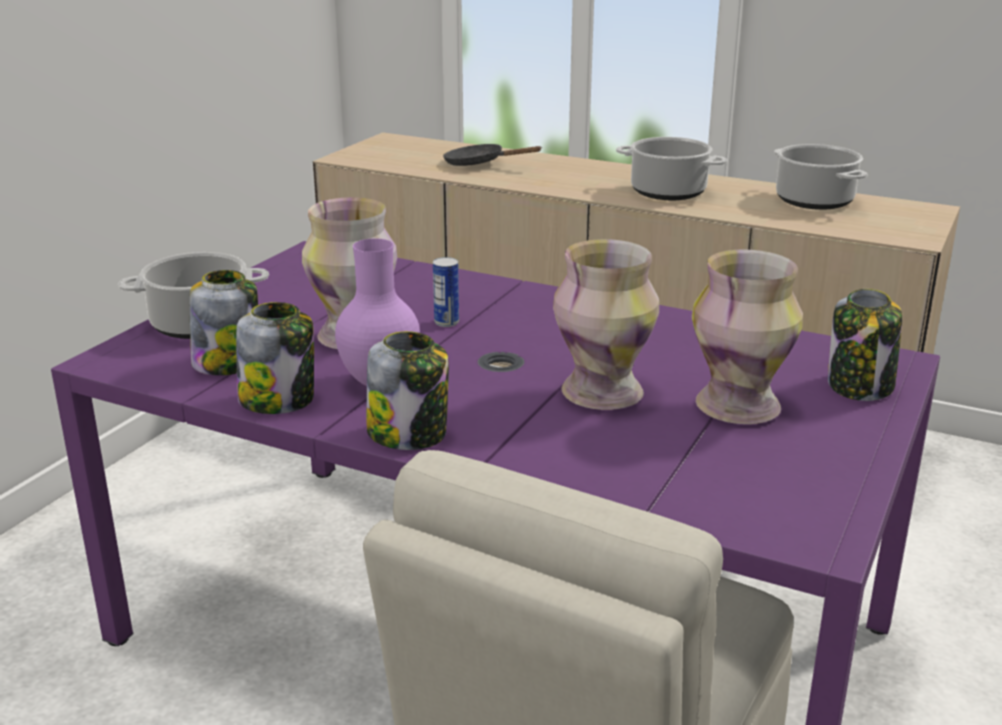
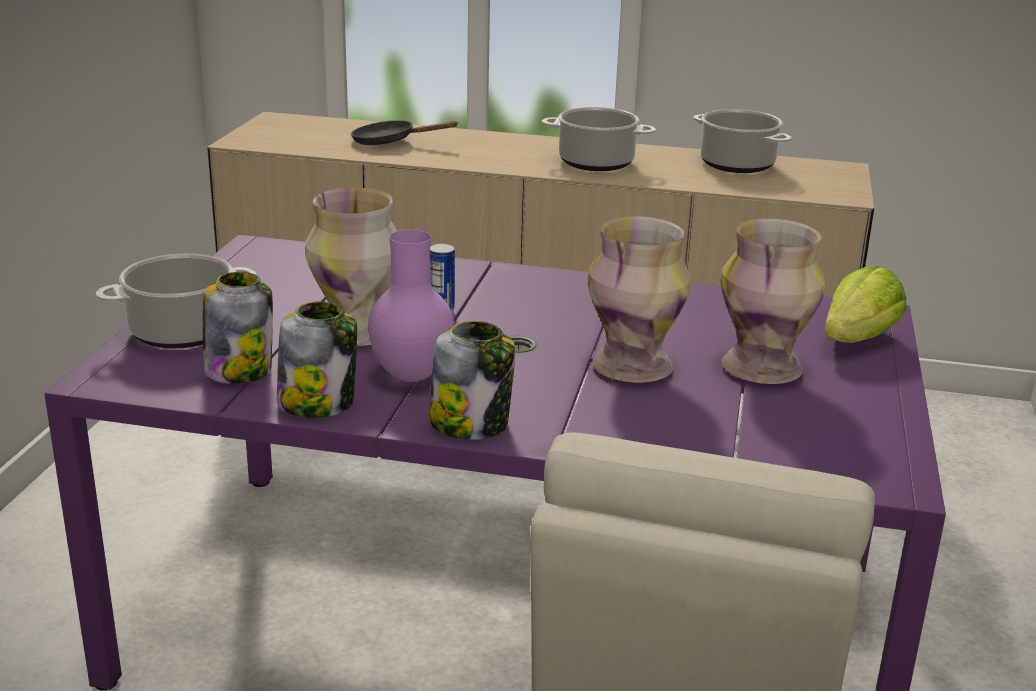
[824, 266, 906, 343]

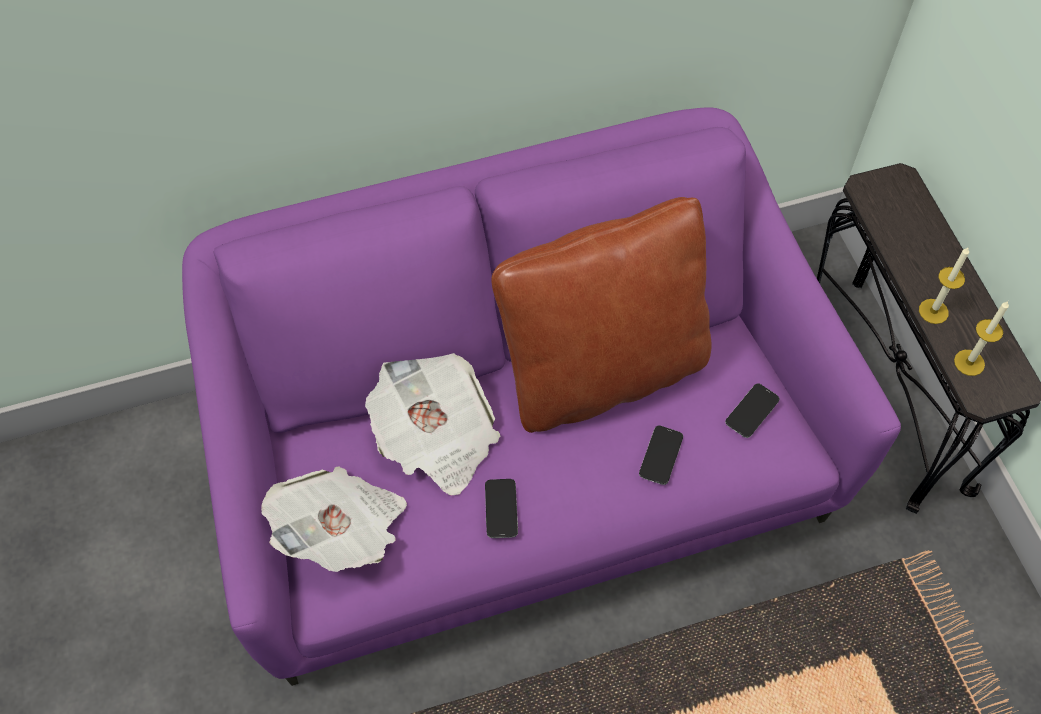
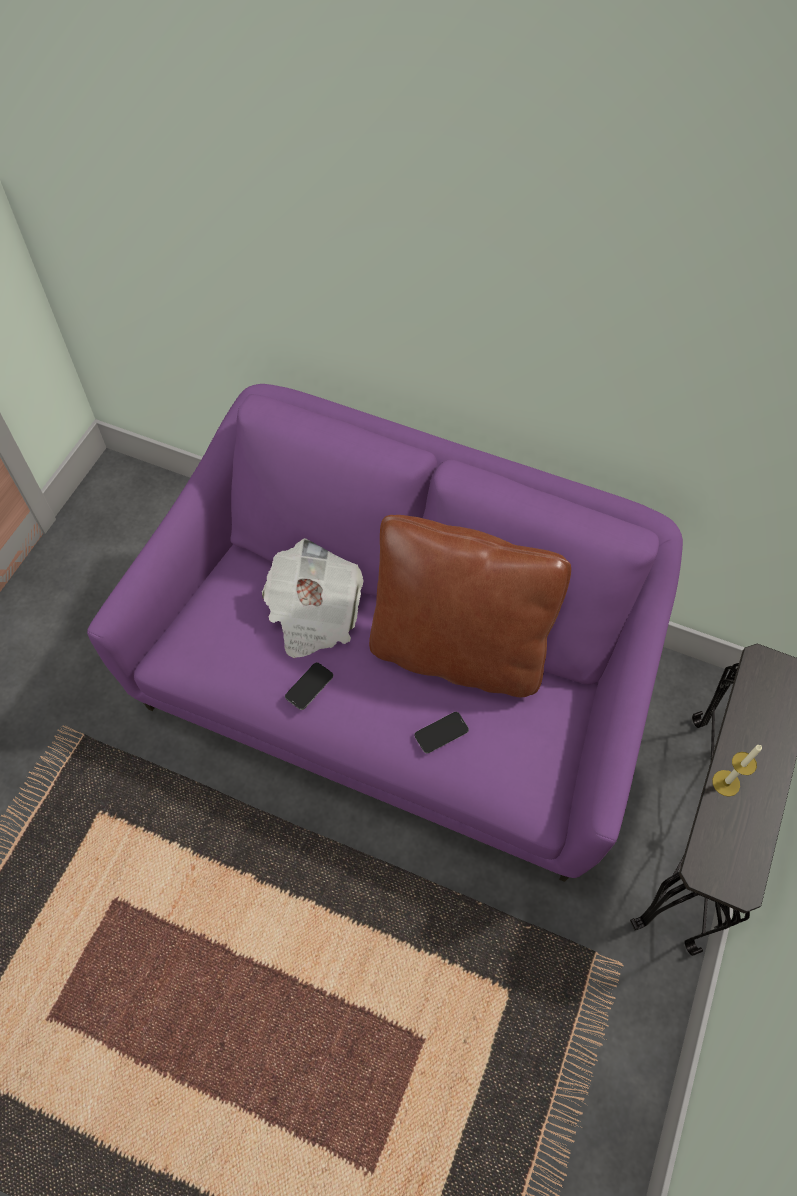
[261, 466, 407, 572] (first image)
[725, 383, 780, 438] (first image)
[954, 301, 1009, 376] (first image)

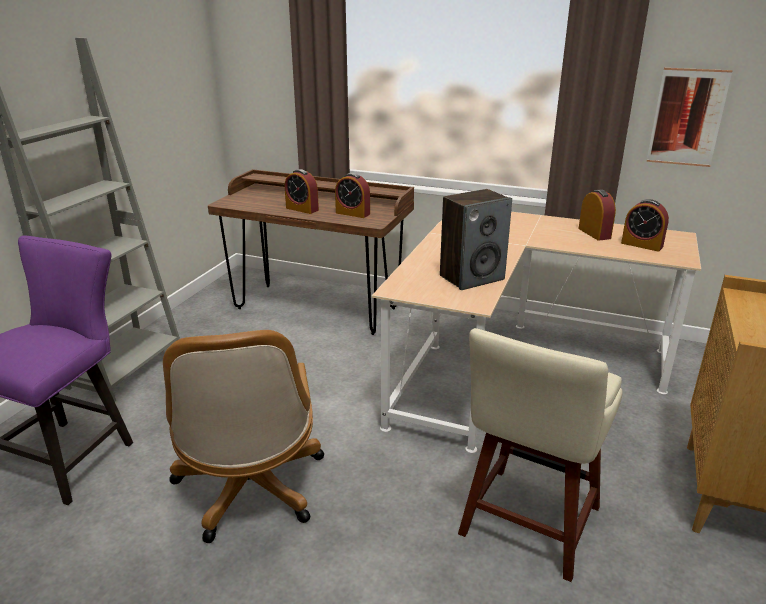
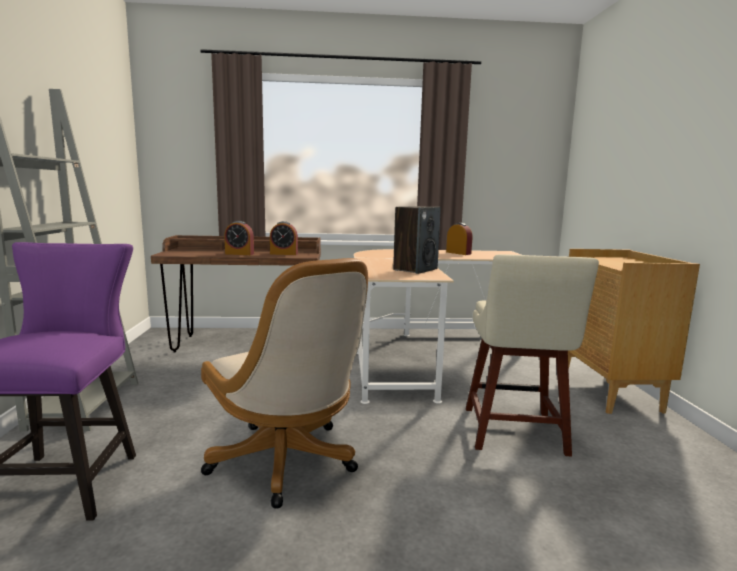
[621, 199, 669, 252] (first image)
[647, 68, 733, 167] (first image)

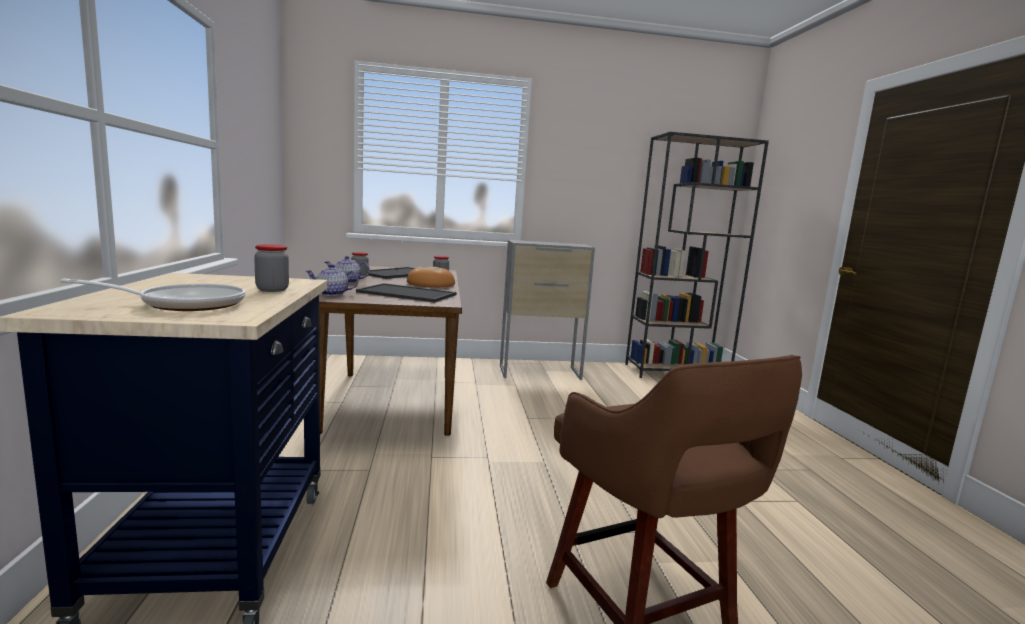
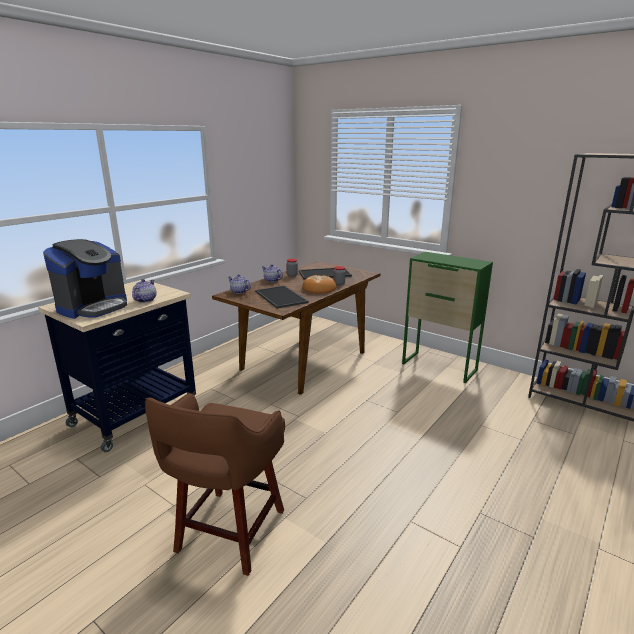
[43, 239, 127, 319]
[132, 279, 156, 303]
[402, 252, 493, 383]

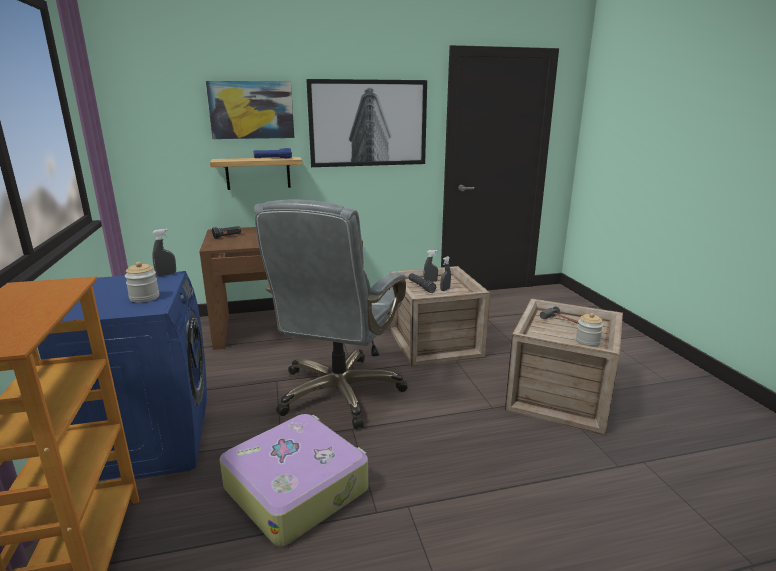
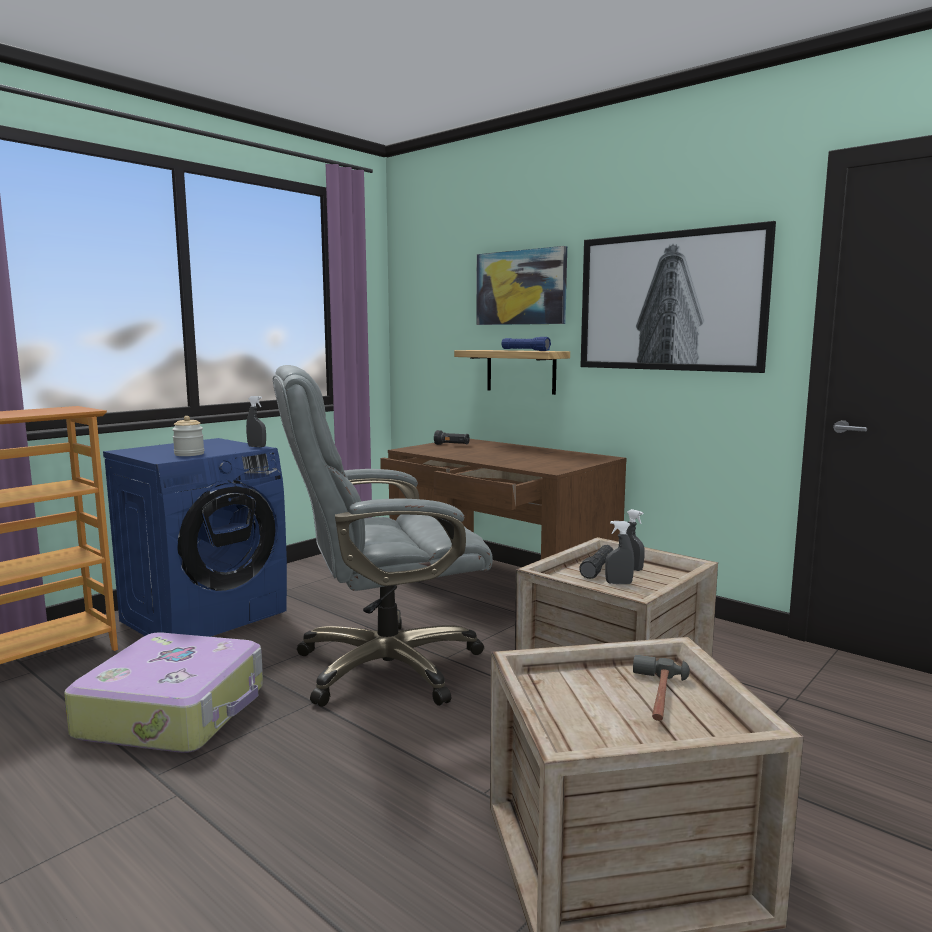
[576, 313, 603, 347] (first image)

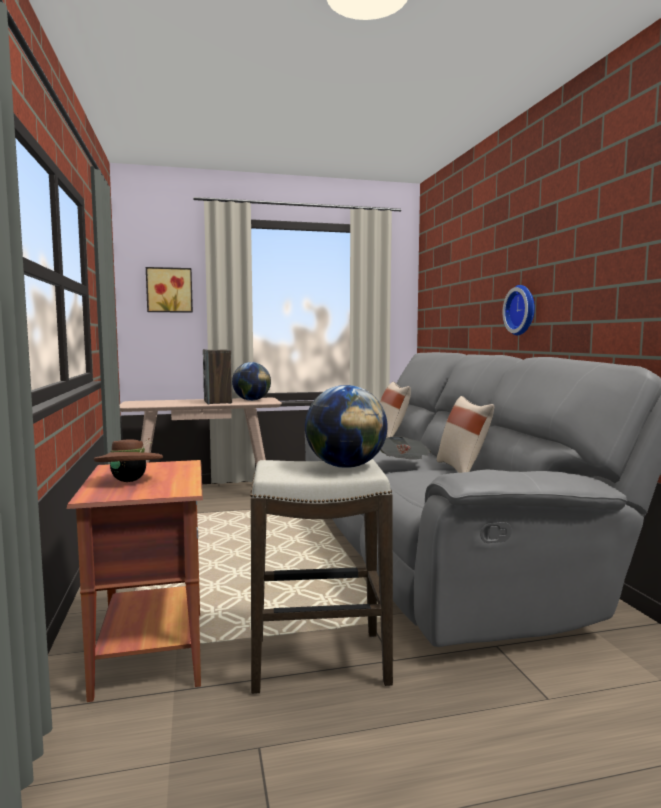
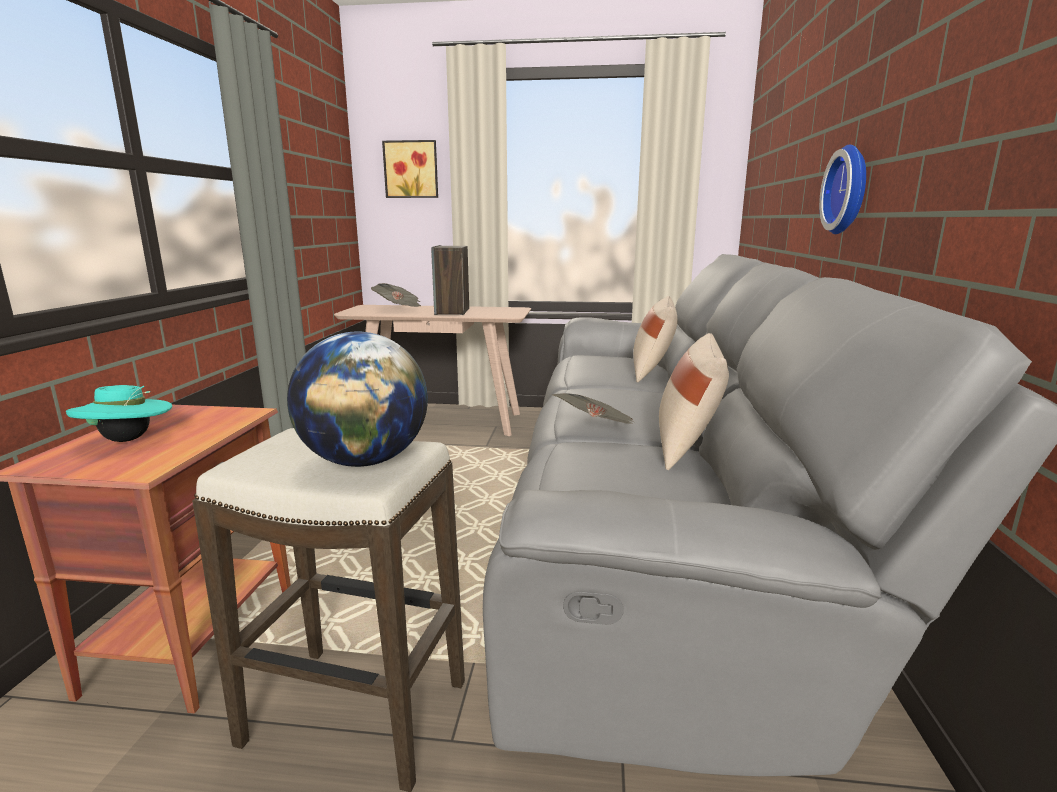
[66, 385, 172, 442]
[371, 283, 421, 307]
[232, 362, 271, 401] (first image)

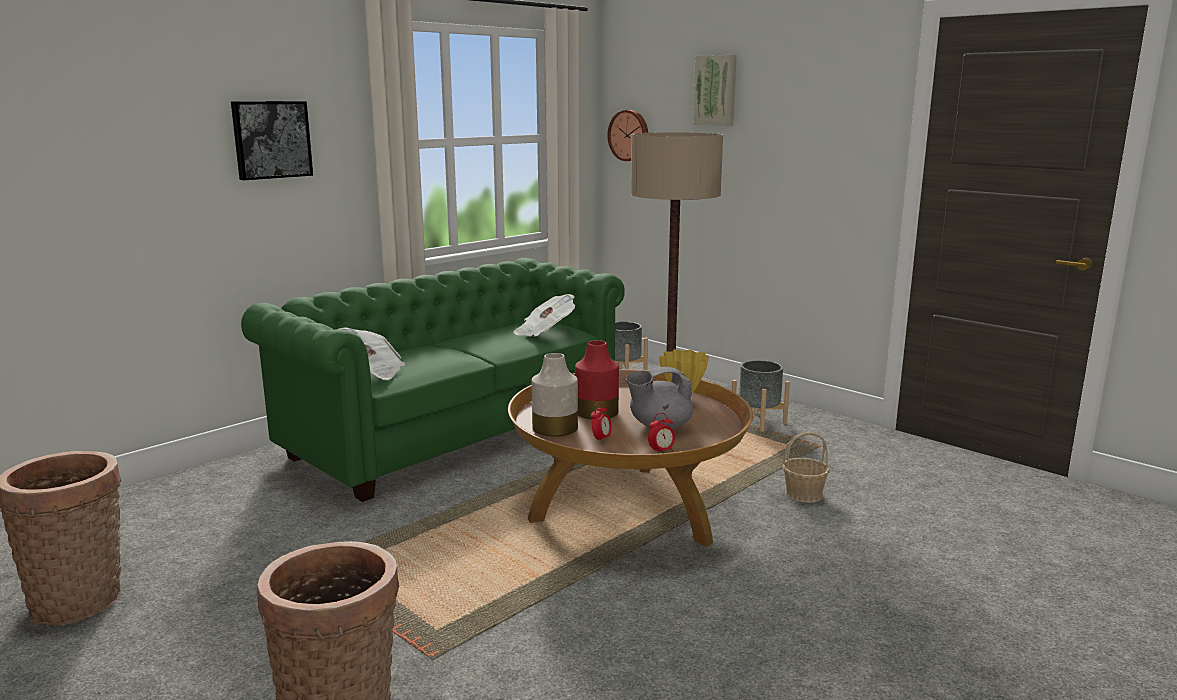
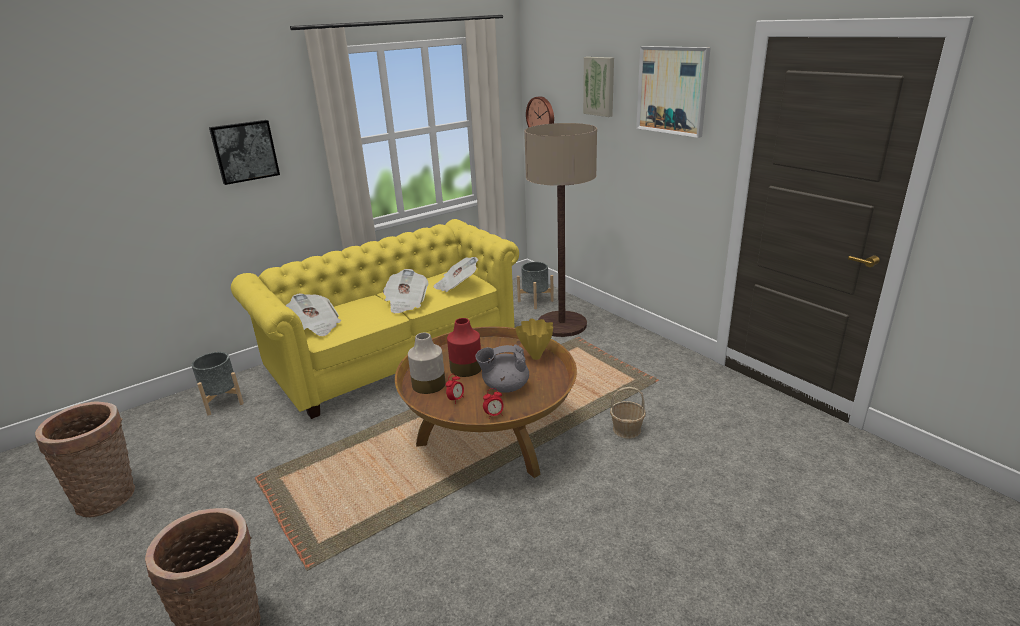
[191, 352, 244, 416]
[231, 219, 519, 419]
[383, 269, 429, 313]
[636, 46, 711, 138]

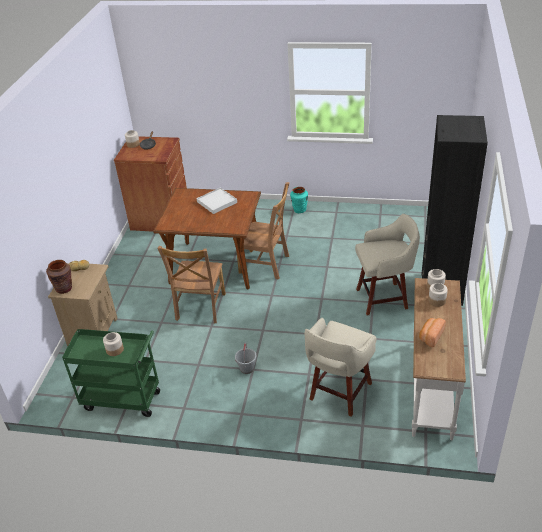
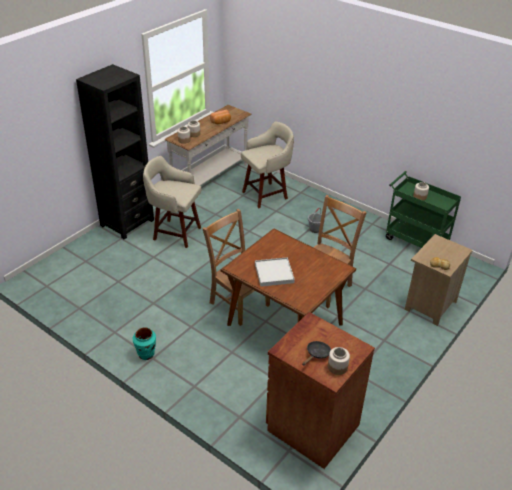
[46, 260, 72, 294] (first image)

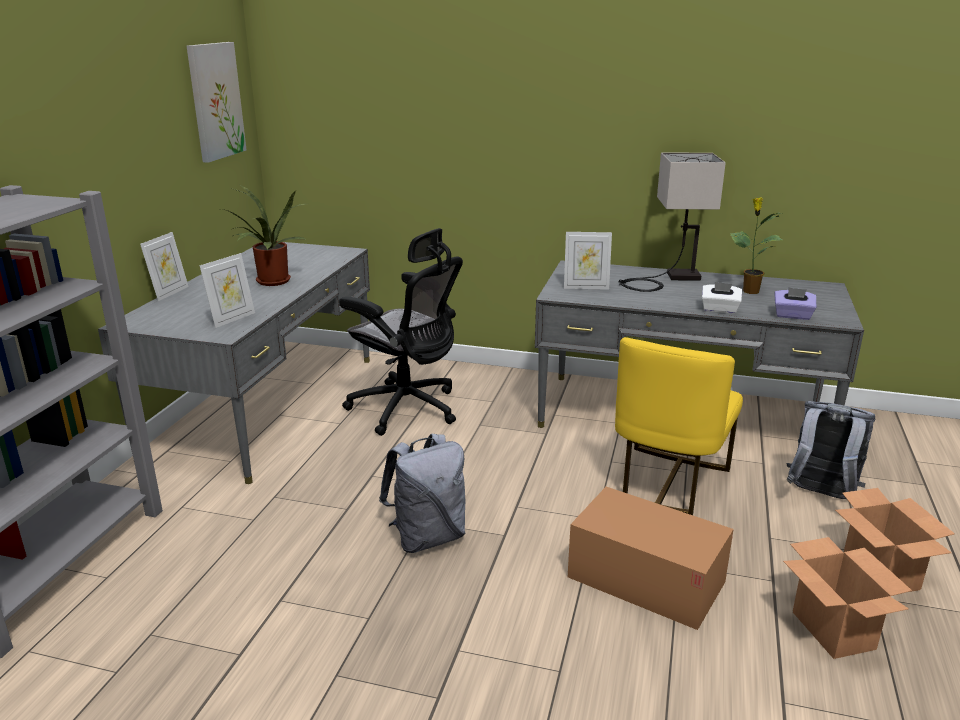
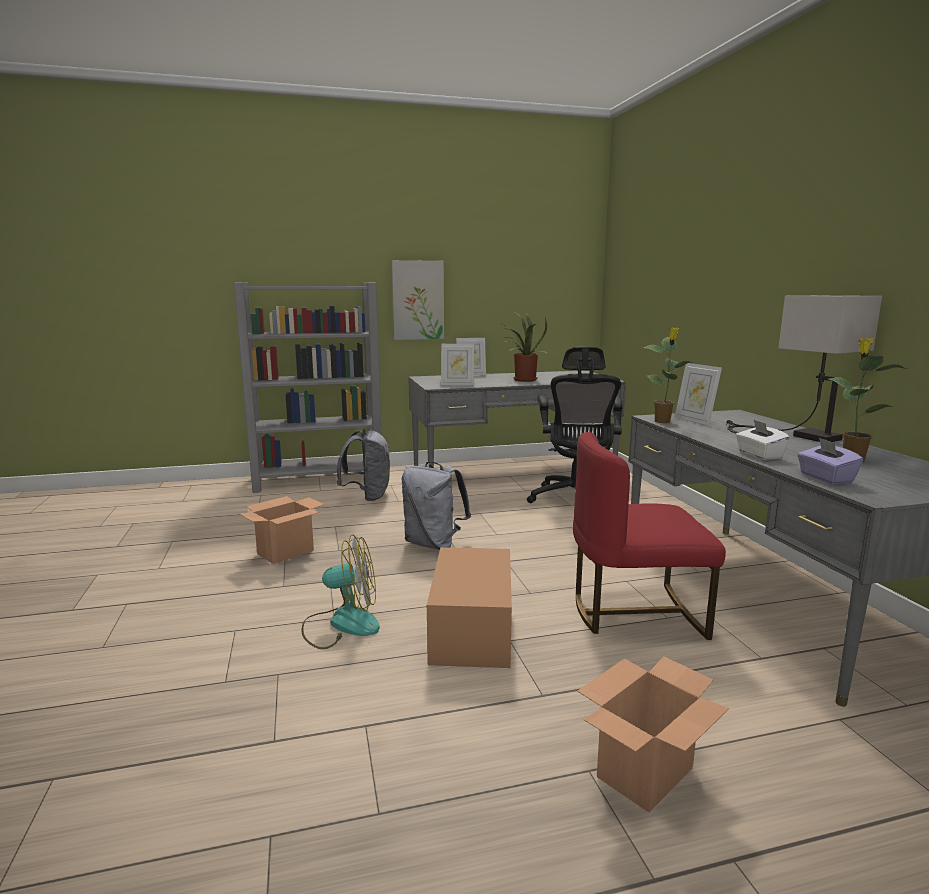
[238, 496, 325, 564]
[301, 534, 380, 649]
[337, 429, 390, 501]
[392, 260, 444, 340]
[573, 432, 726, 640]
[644, 327, 694, 423]

